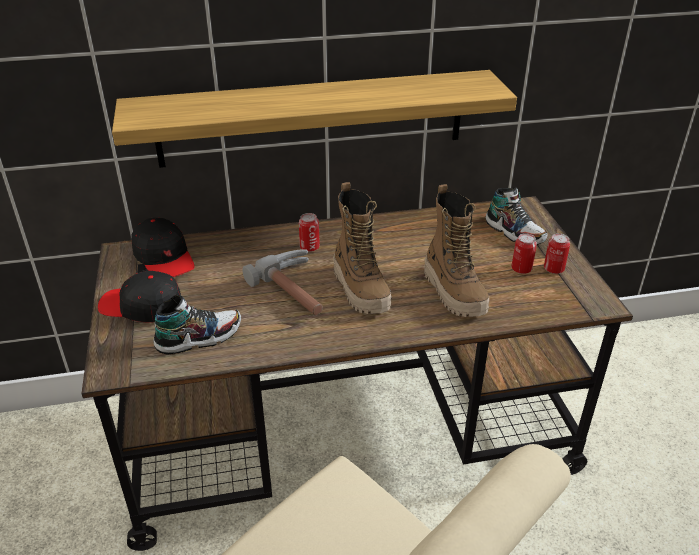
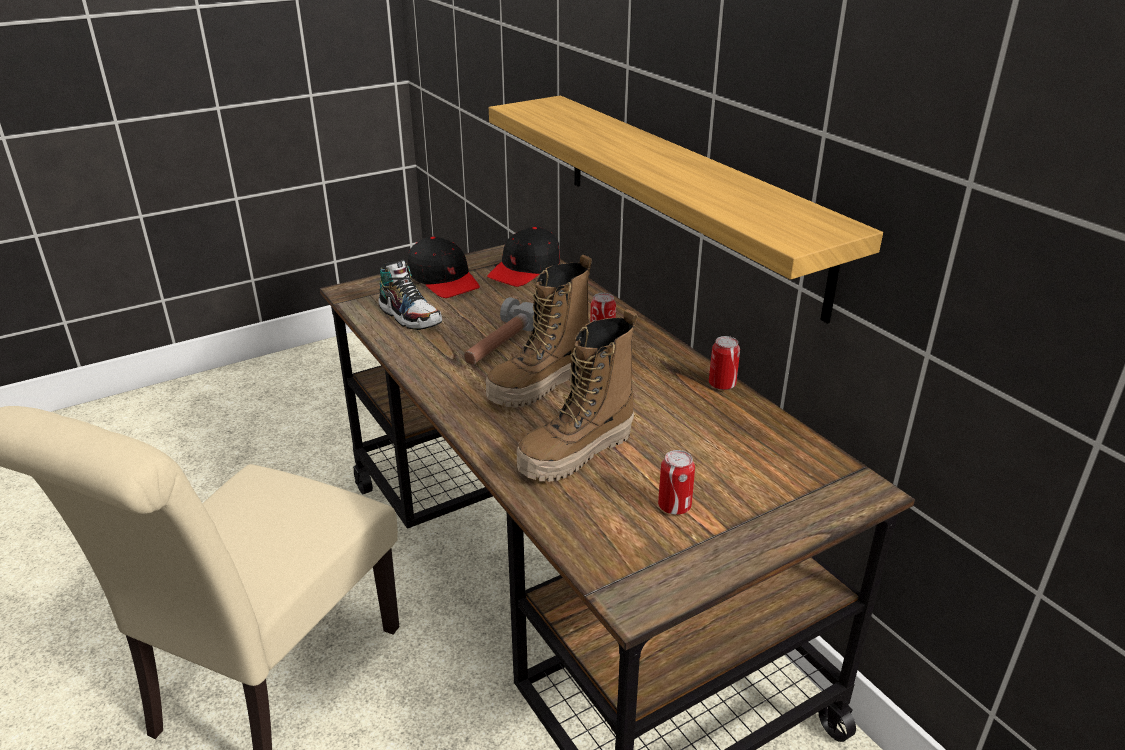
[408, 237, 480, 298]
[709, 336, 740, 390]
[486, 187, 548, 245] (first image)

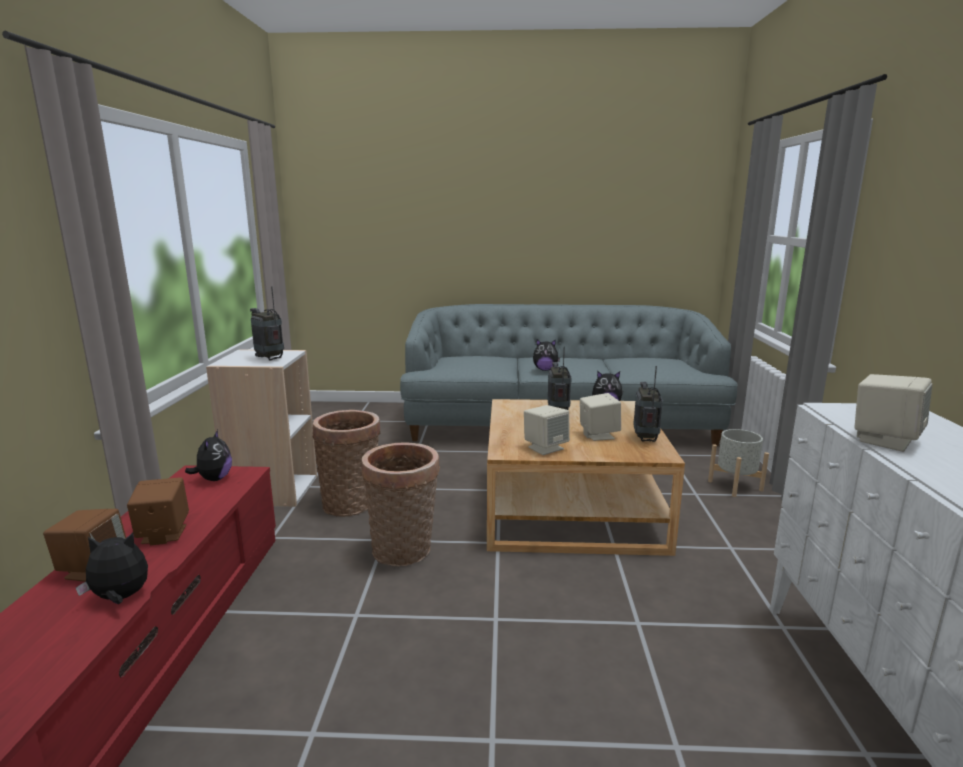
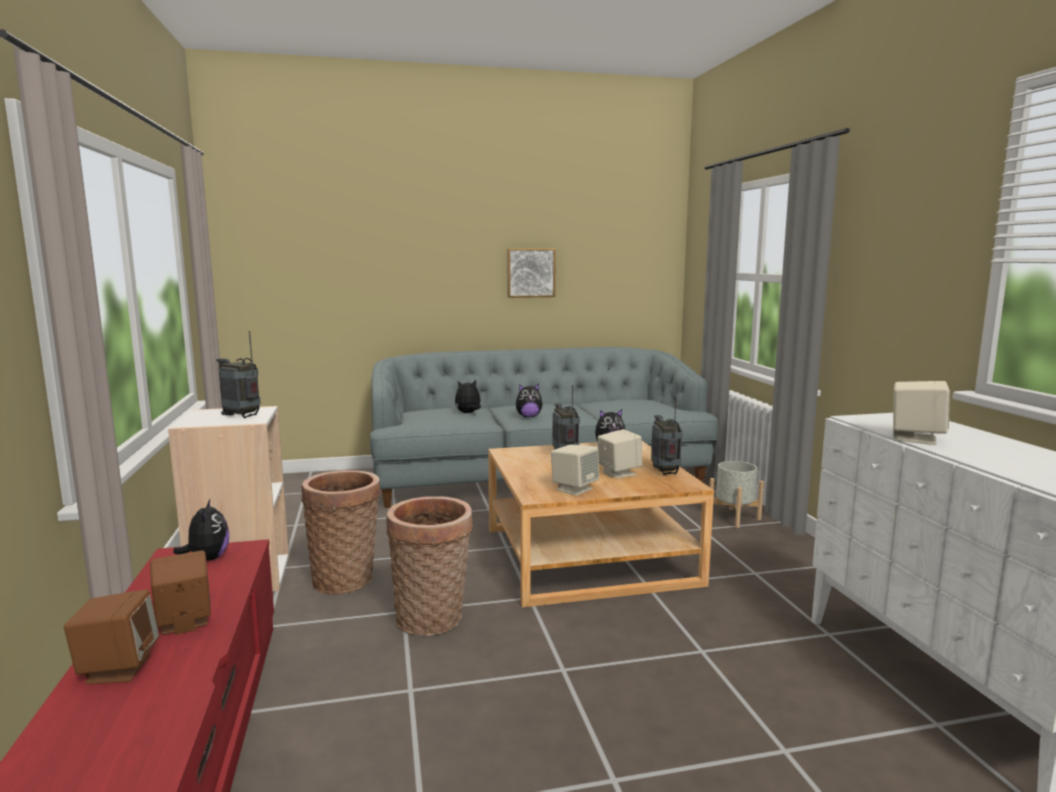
[455, 380, 481, 413]
[507, 248, 556, 298]

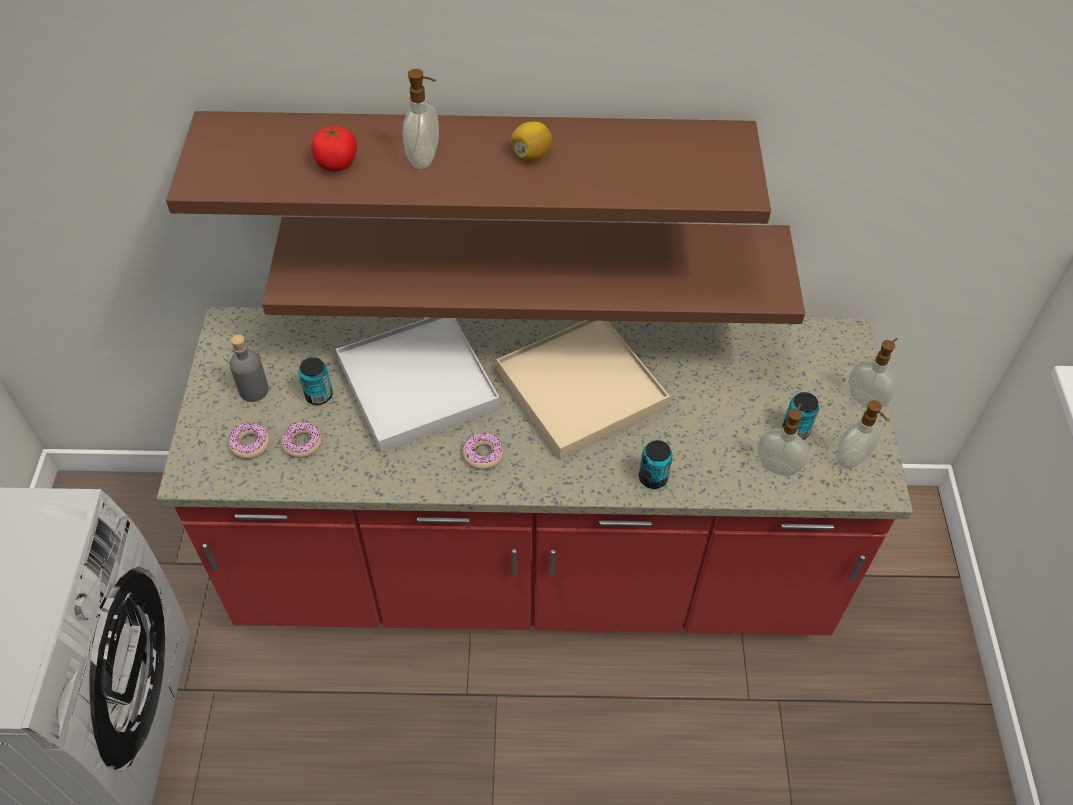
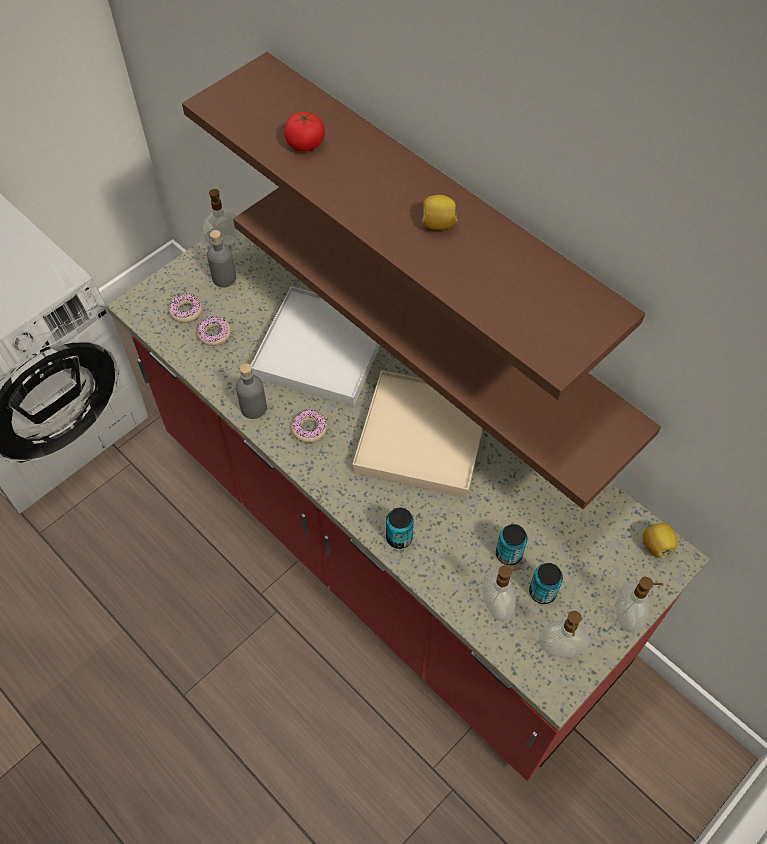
[203, 189, 239, 246]
[236, 363, 267, 419]
[496, 524, 527, 565]
[643, 523, 677, 558]

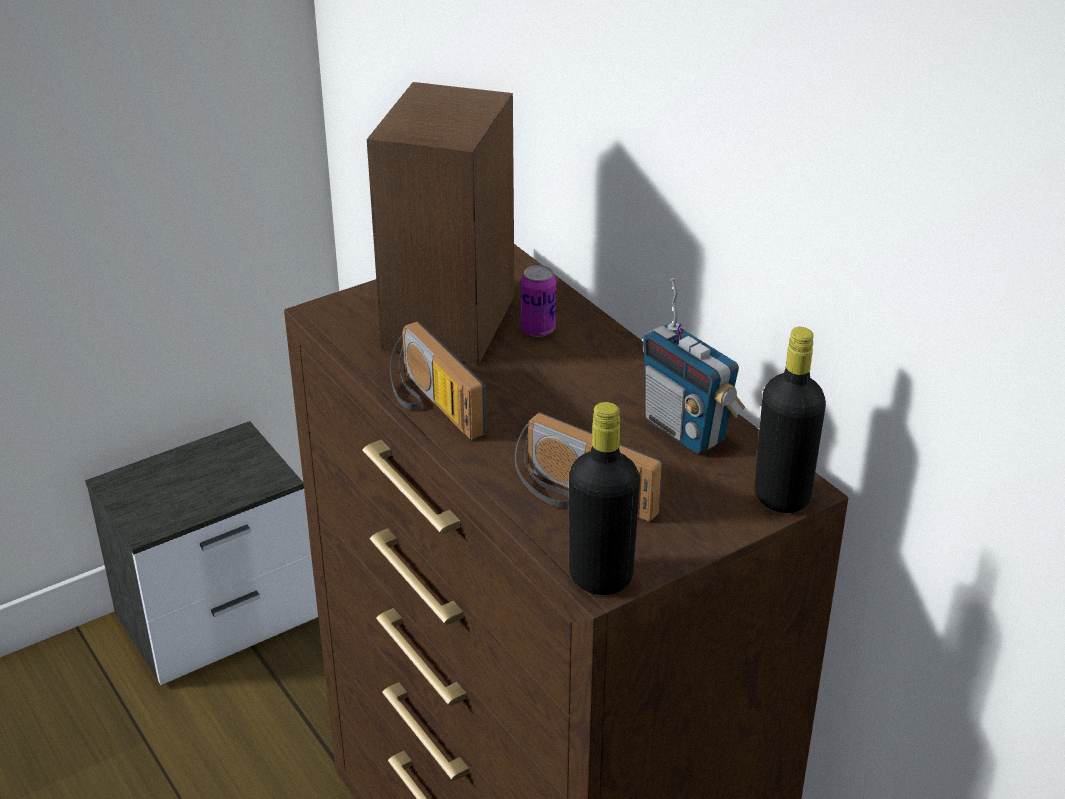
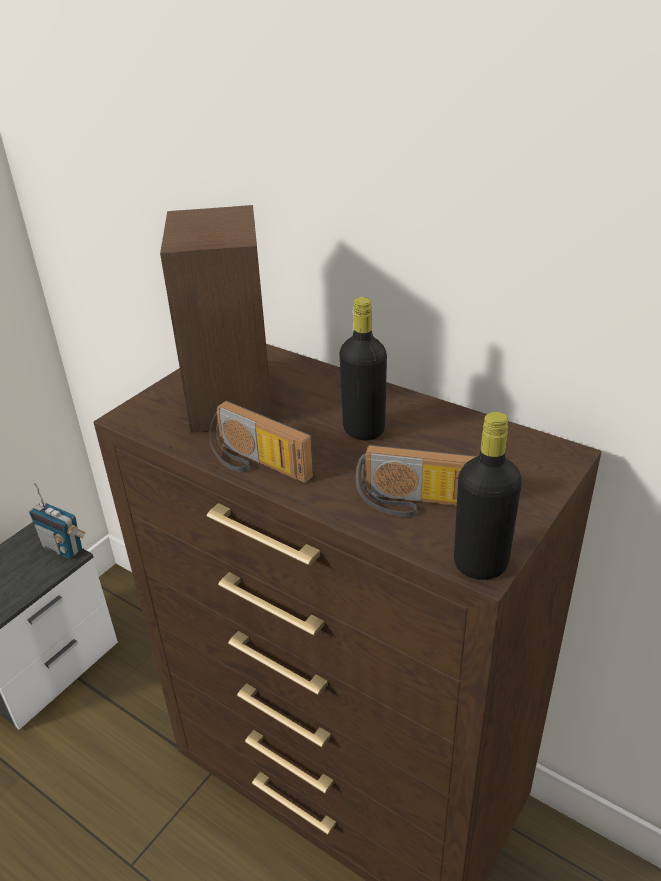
[29, 483, 86, 559]
[339, 297, 387, 440]
[520, 265, 556, 337] (first image)

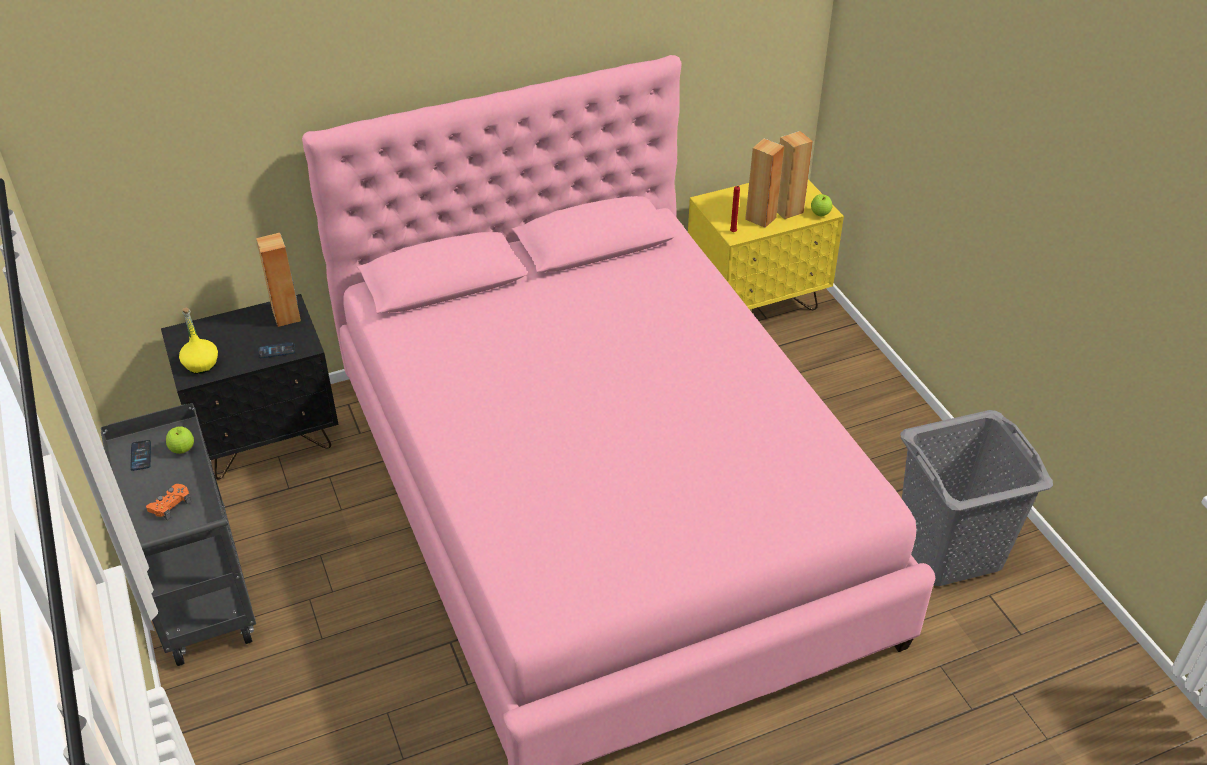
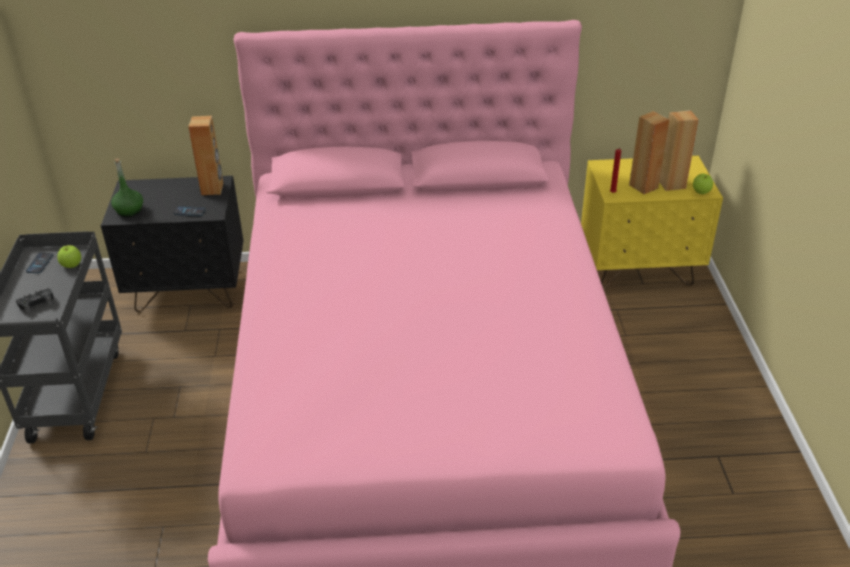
[16, 288, 54, 314]
[111, 158, 143, 217]
[901, 410, 1053, 586] (first image)

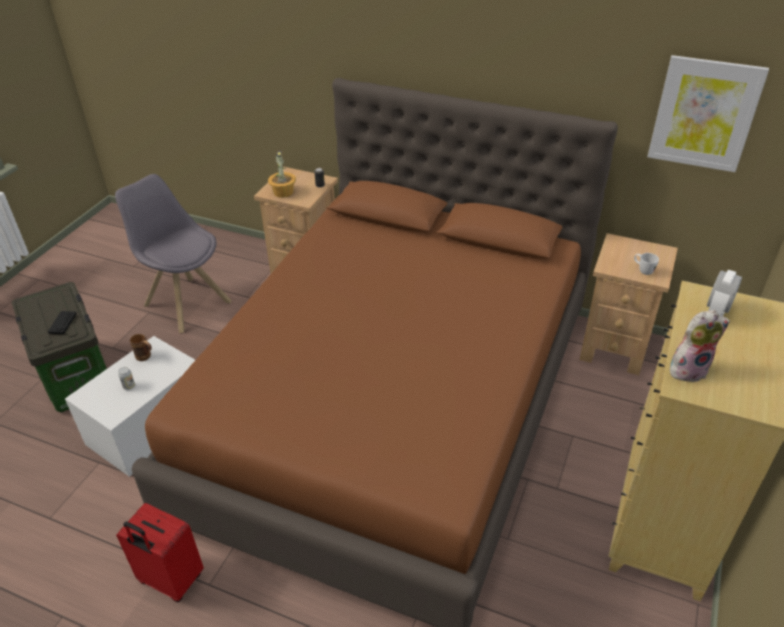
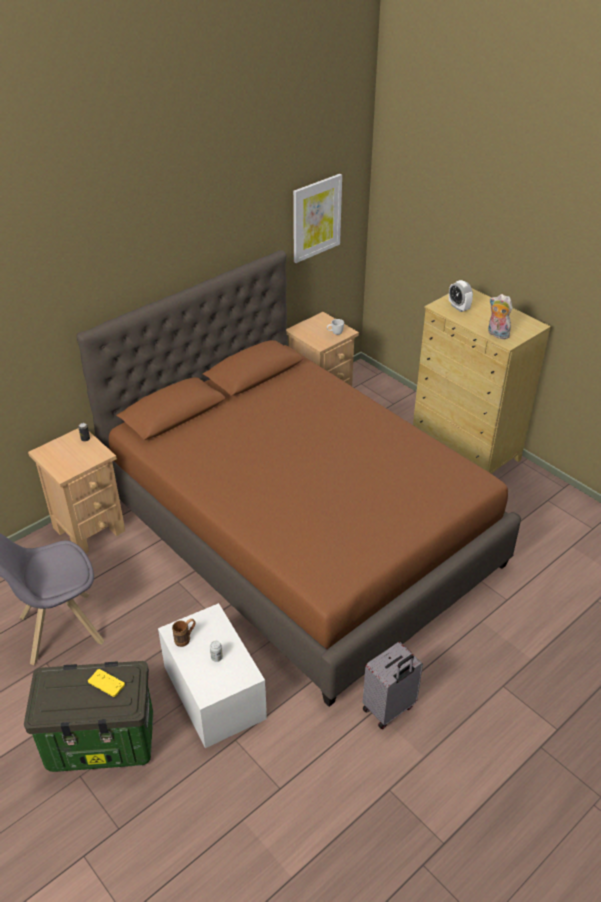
[88, 669, 125, 697]
[362, 642, 423, 729]
[488, 294, 512, 339]
[268, 150, 296, 198] (first image)

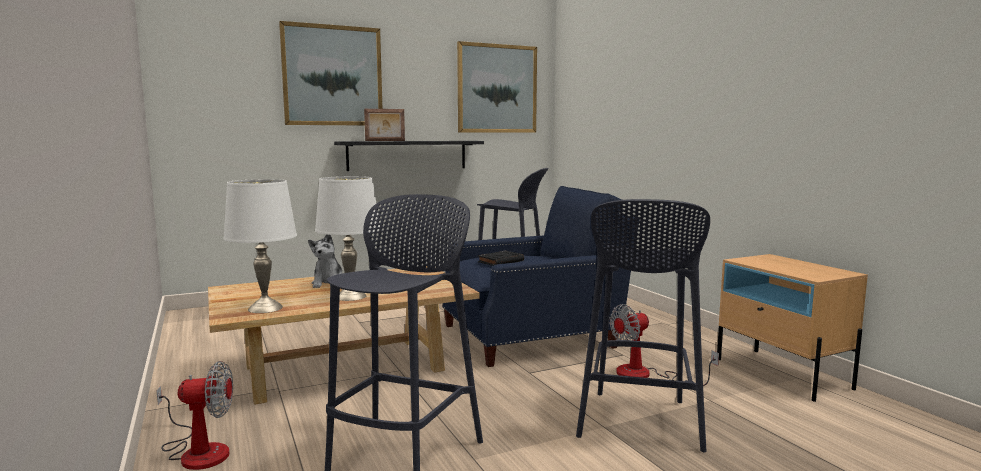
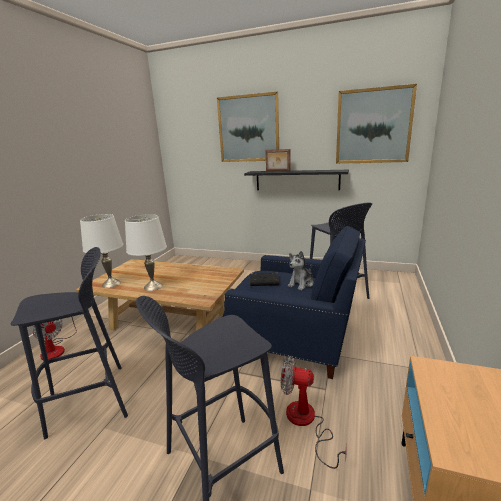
[288, 251, 313, 291]

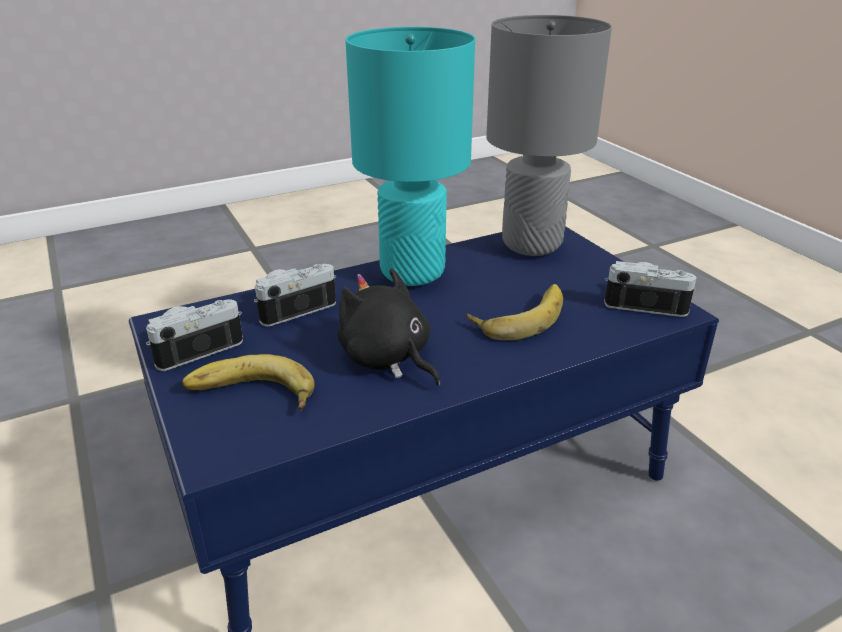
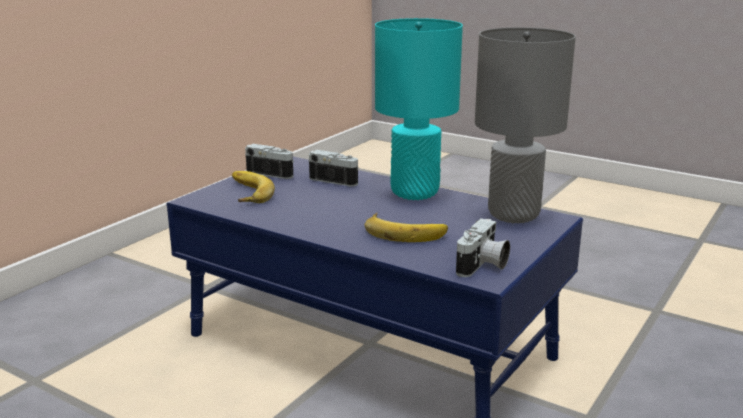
[456, 218, 510, 277]
[337, 268, 440, 386] (first image)

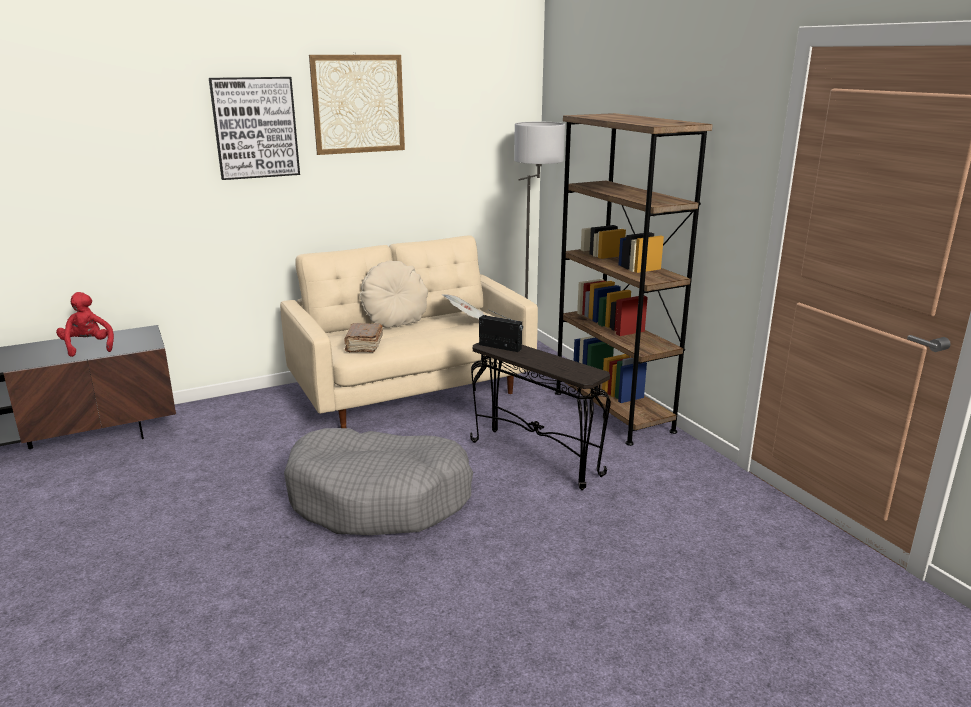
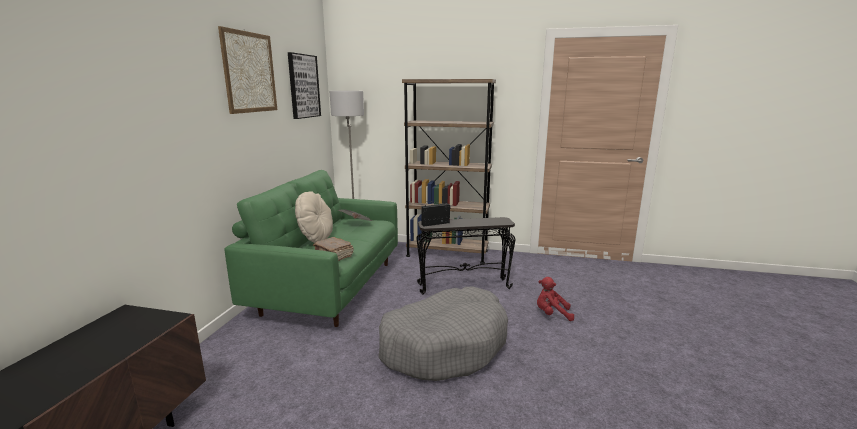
[224, 170, 398, 327]
[288, 52, 321, 119]
[537, 277, 574, 321]

